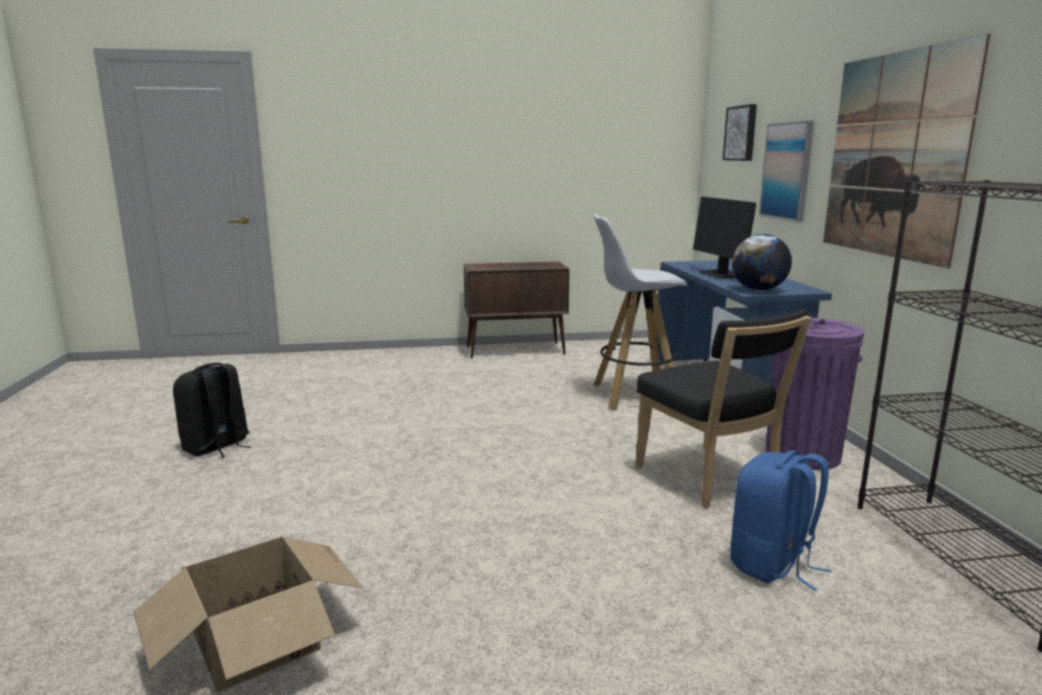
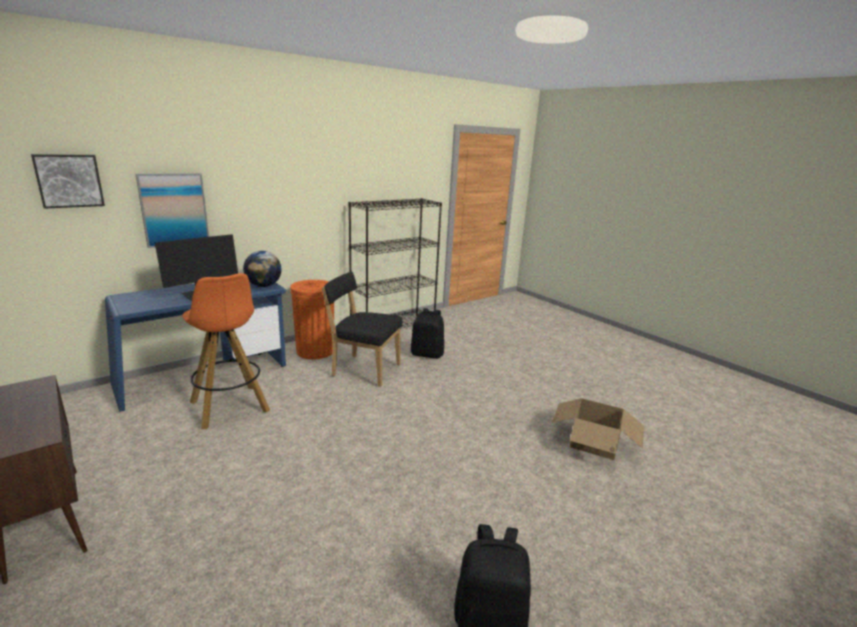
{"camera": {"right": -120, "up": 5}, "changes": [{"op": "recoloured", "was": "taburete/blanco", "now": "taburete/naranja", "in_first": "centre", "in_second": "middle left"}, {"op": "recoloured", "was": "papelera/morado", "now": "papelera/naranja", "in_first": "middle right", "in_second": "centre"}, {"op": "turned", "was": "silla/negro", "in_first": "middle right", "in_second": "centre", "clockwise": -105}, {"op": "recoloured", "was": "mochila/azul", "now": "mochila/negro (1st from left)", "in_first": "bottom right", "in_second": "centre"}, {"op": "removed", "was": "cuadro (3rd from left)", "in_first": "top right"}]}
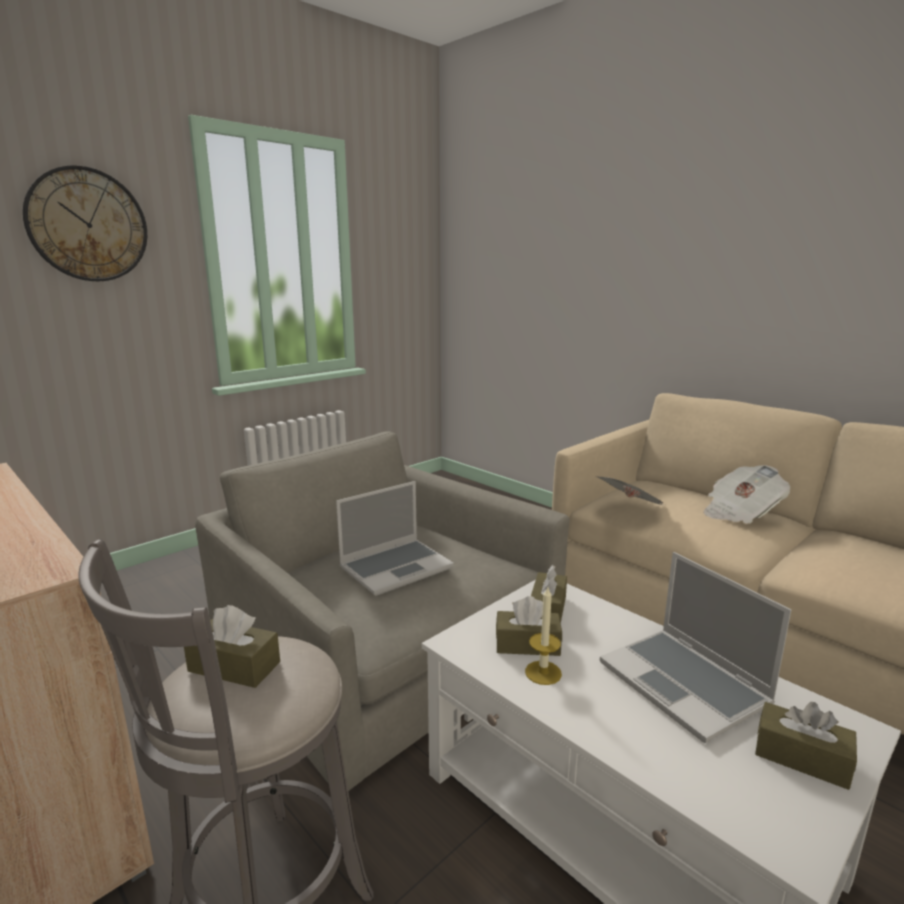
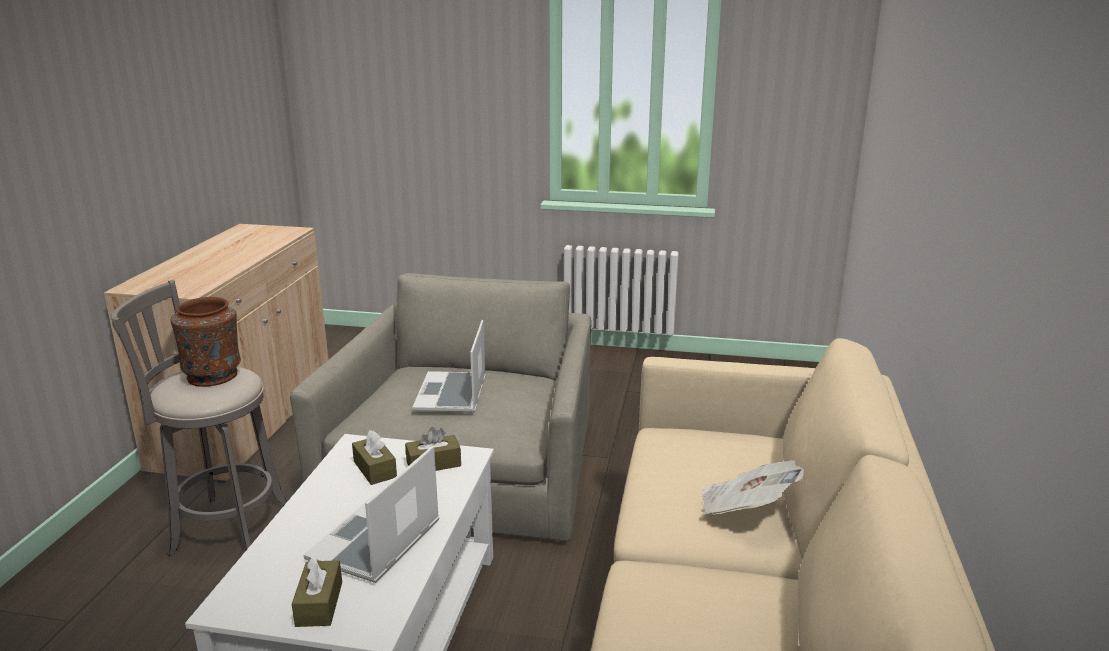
{"camera": {"right": 55, "up": 5}, "changes": [{"op": "replaced", "was": "caja de pañuelos/marrón (1st from left)", "now": "florero/marrón", "in_first": "bottom left", "in_second": "middle left"}, {"op": "turned", "was": "portátil (1st from left in the first image)", "in_first": "centre", "in_second": "centre", "clockwise": 75}, {"op": "removed", "was": "reloj de pared", "in_first": "top left"}, {"op": "removed", "was": "vela", "in_first": "bottom centre"}, {"op": "removed", "was": "periódico (1st from left)", "in_first": "middle right"}]}
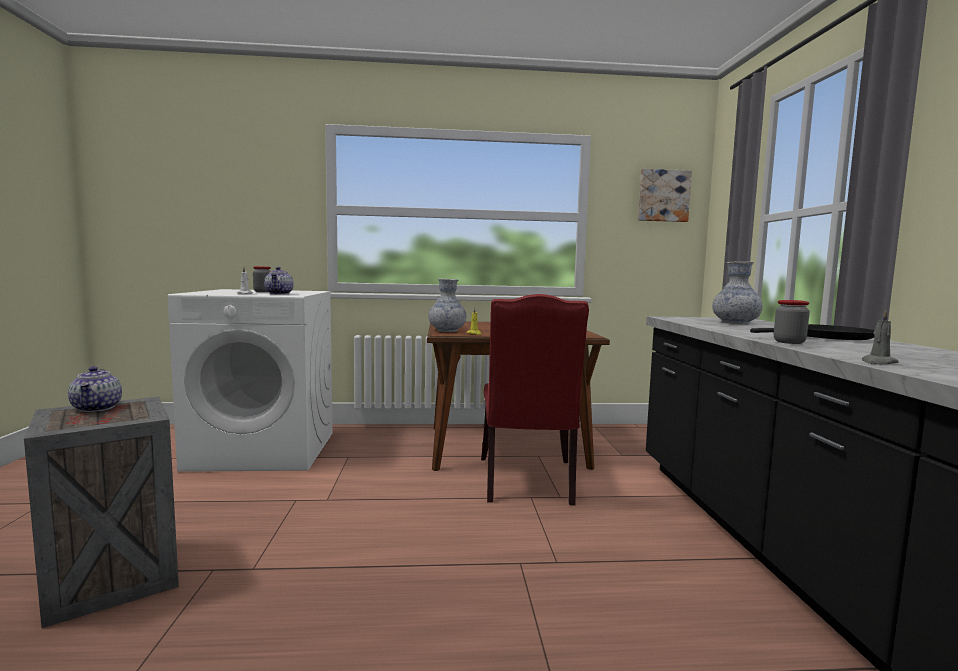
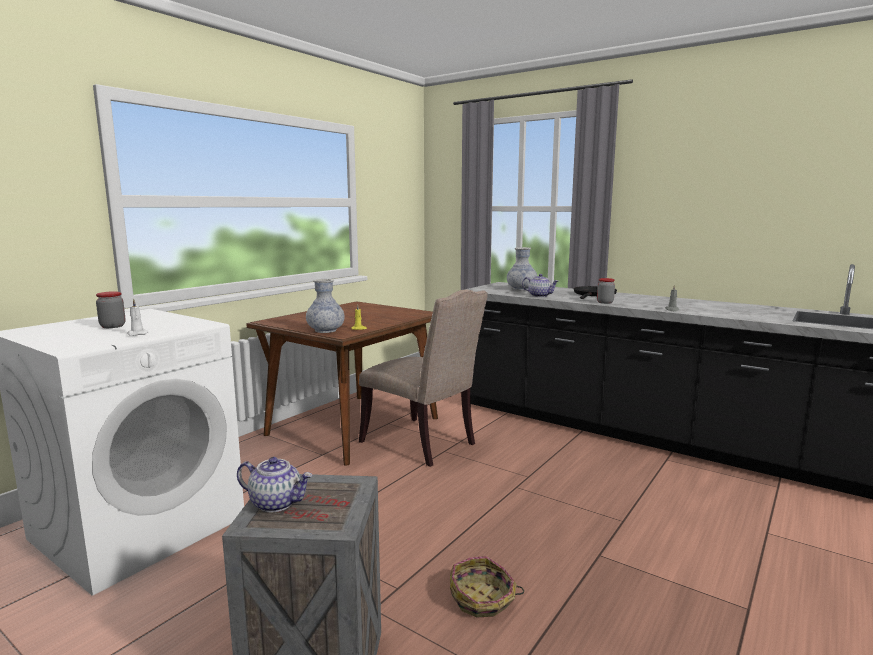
{"camera": {"right": -50, "up": 5}, "changes": [{"op": "recoloured", "was": "silla/rojo", "now": "silla/beis", "in_first": "centre", "in_second": "centre"}, {"op": "added", "now": "cesta", "in_second": "bottom centre"}, {"op": "moved", "was": "tetera (2nd from left)", "in_first": "middle left", "in_second": "centre"}, {"op": "removed", "was": "cuadro", "in_first": "top right"}]}
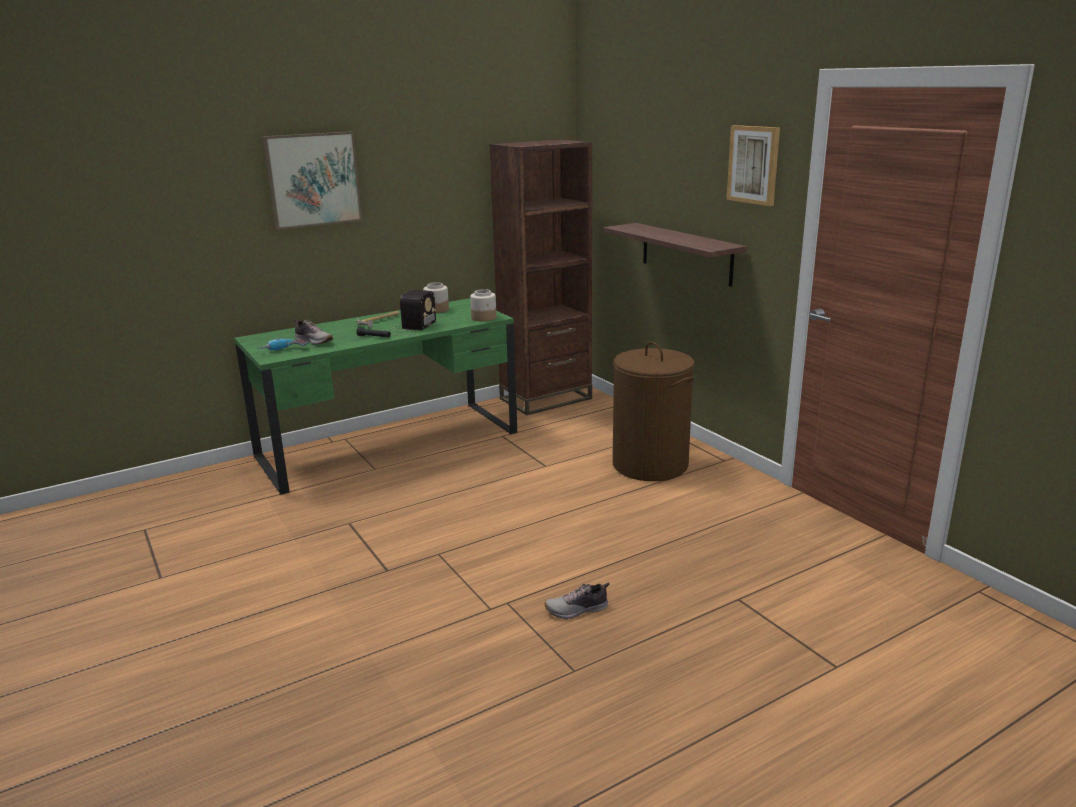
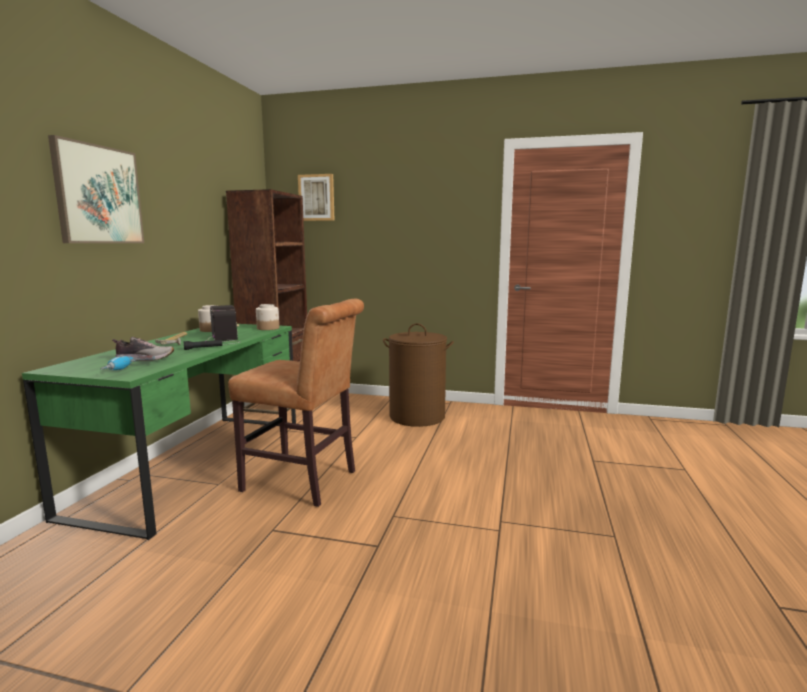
{"camera": {"right": -45, "up": -10}, "changes": [{"op": "added", "now": "silla/marrón", "in_second": "centre"}, {"op": "moved", "was": "cuadro (2nd from left)", "in_first": "top right", "in_second": "top centre"}, {"op": "removed", "was": "zapato (2nd from left)", "in_first": "bottom centre"}, {"op": "removed", "was": "estante", "in_first": "top centre"}]}
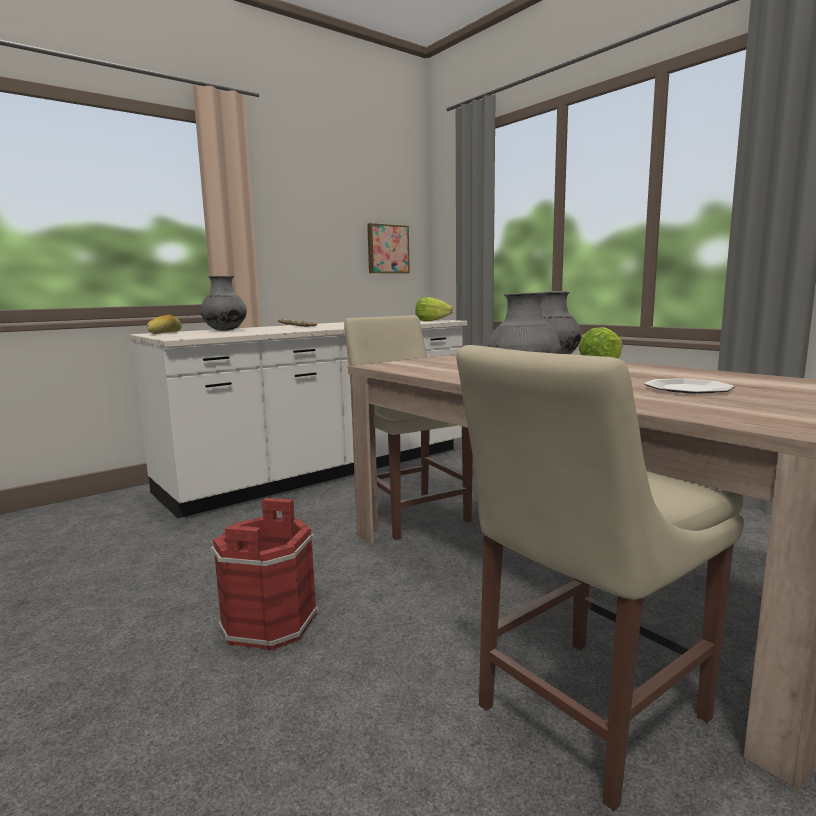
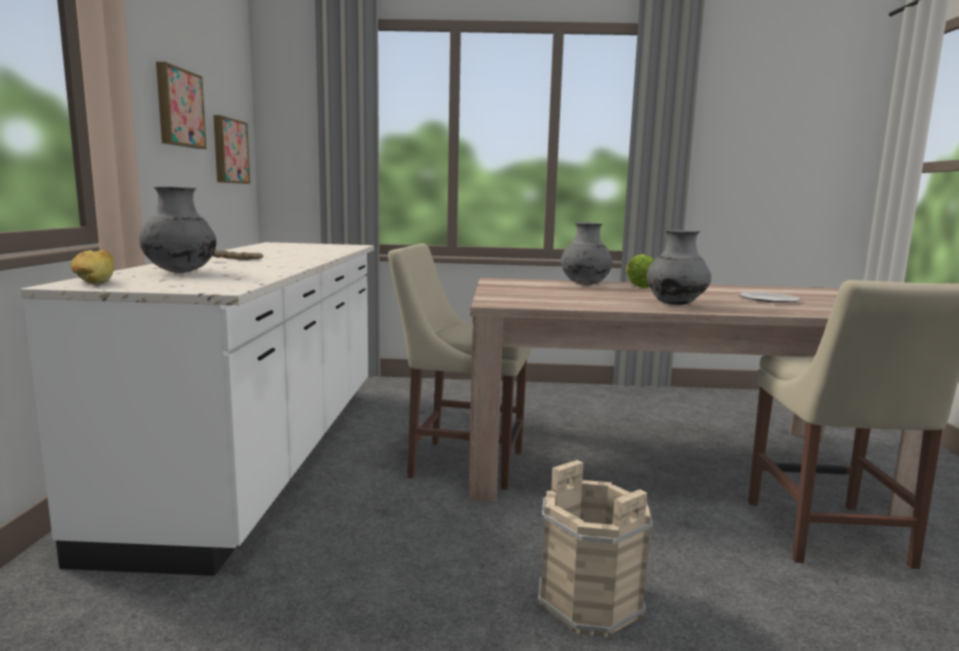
{"camera": {"right": -50, "up": 0}, "changes": [{"op": "added", "now": "cuadro (1st from left)", "in_second": "top left"}, {"op": "recoloured", "was": "cubo/rojo", "now": "cubo/beis", "in_first": "bottom left", "in_second": "bottom centre"}, {"op": "removed", "was": "lechuga (1st from left)", "in_first": "centre"}]}
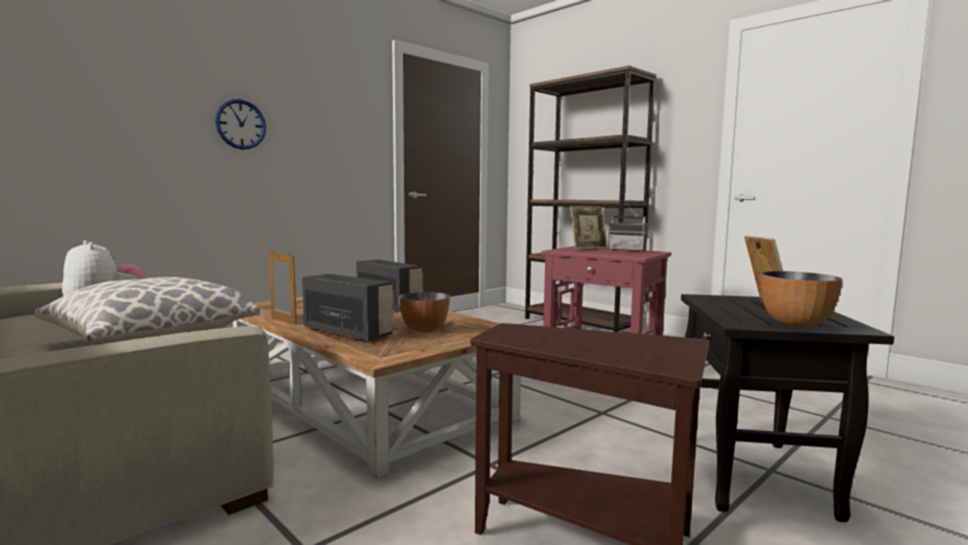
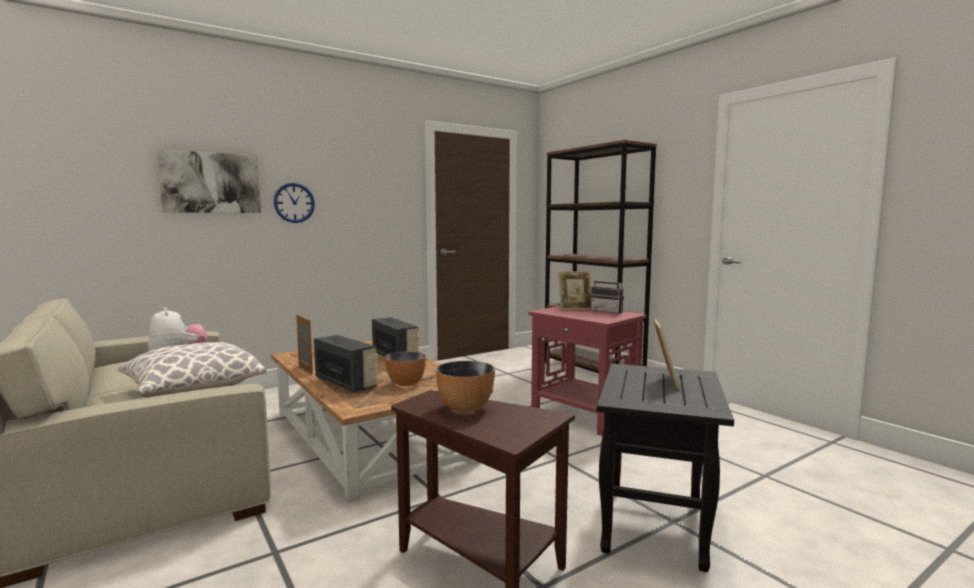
{"camera": {"right": 10, "up": 0}, "changes": [{"op": "added", "now": "cuadro", "in_second": "top left"}, {"op": "moved", "was": "cuenco (2nd from left)", "in_first": "middle right", "in_second": "centre"}]}
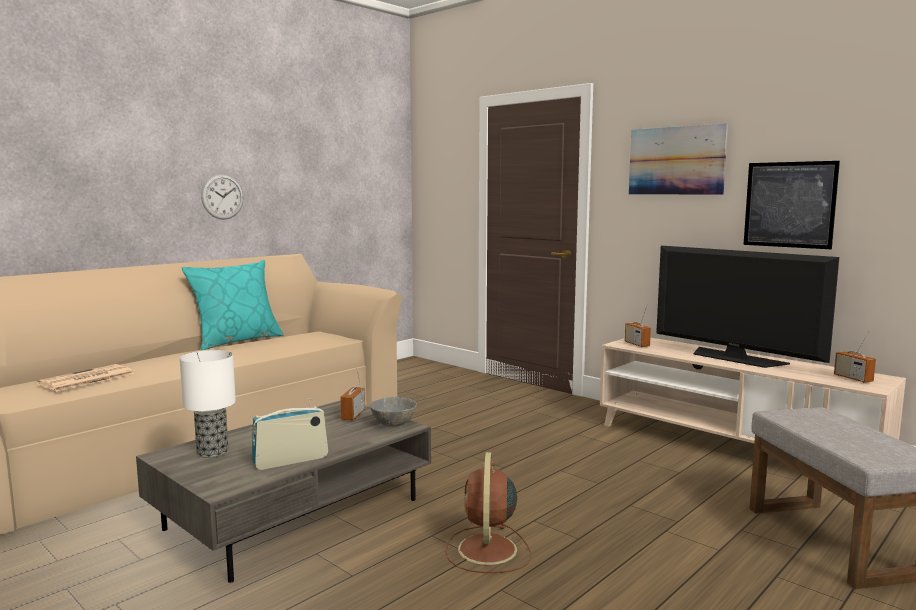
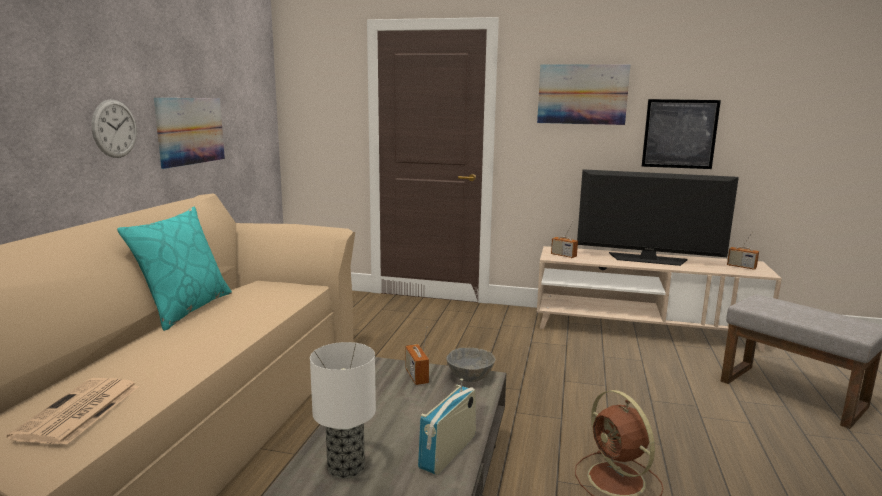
{"camera": {"right": -30, "up": 5}, "changes": [{"op": "added", "now": "cuadro (1st from left)", "in_second": "top left"}]}
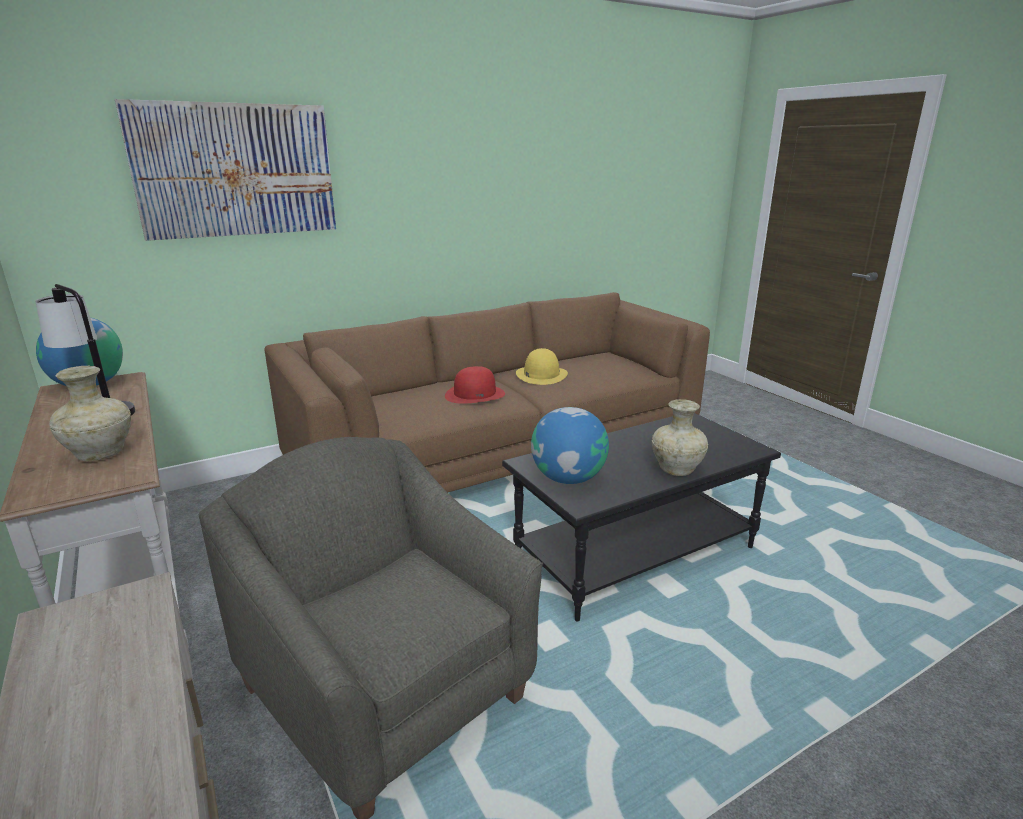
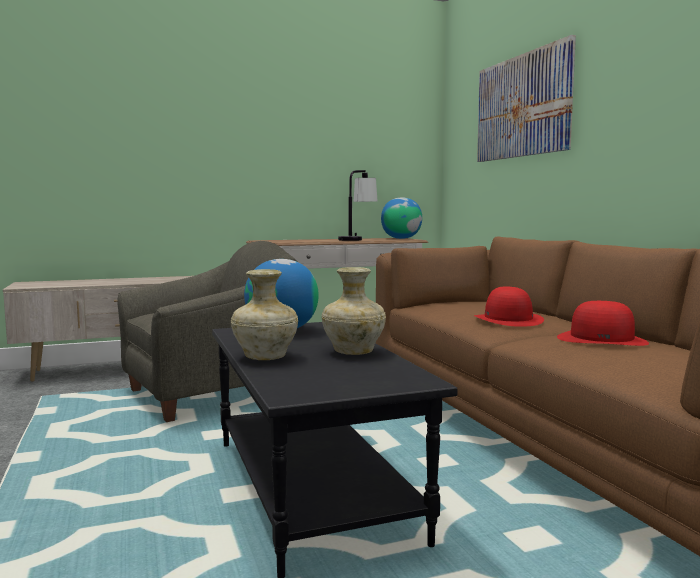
{"camera": {"right": 100, "up": -15}, "changes": [{"op": "moved", "was": "florero/beis (1st from left in the first image)", "now": "florero/beis (2nd from left)", "in_first": "middle left", "in_second": "centre"}, {"op": "recoloured", "was": "sombrero/amarillo", "now": "sombrero/rojo (2nd from left)", "in_first": "centre", "in_second": "middle right"}]}
